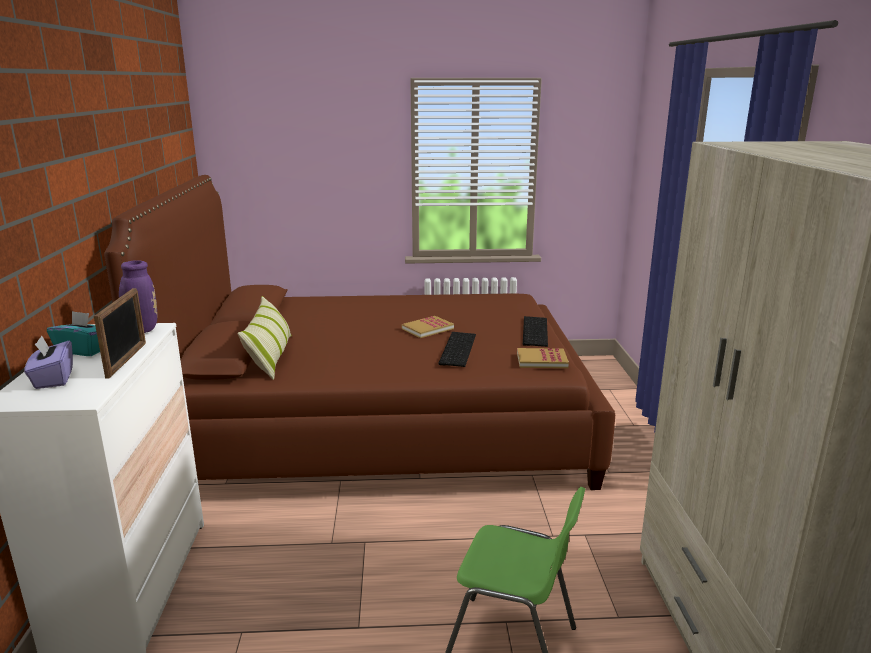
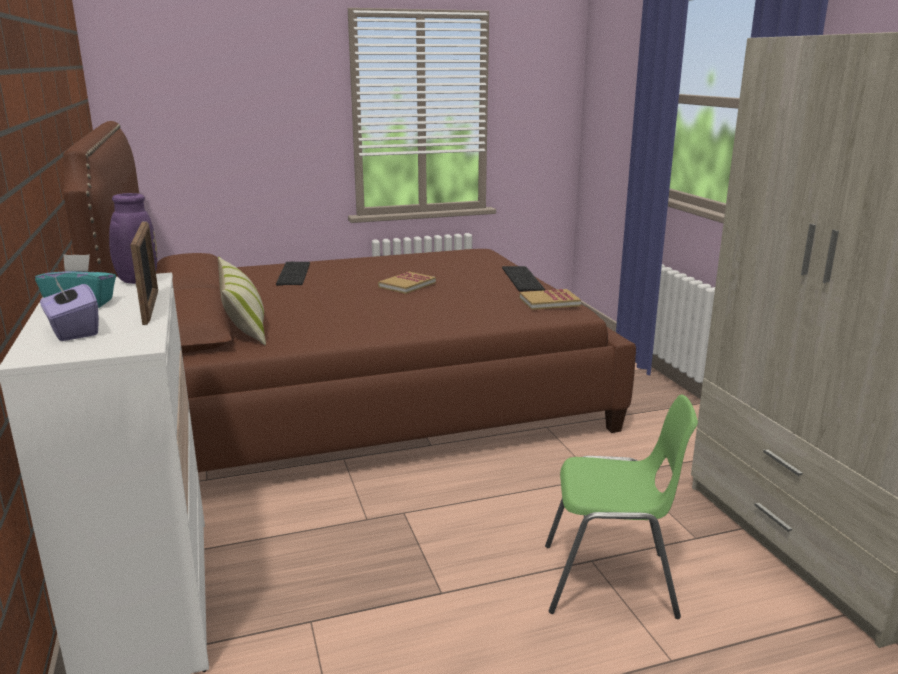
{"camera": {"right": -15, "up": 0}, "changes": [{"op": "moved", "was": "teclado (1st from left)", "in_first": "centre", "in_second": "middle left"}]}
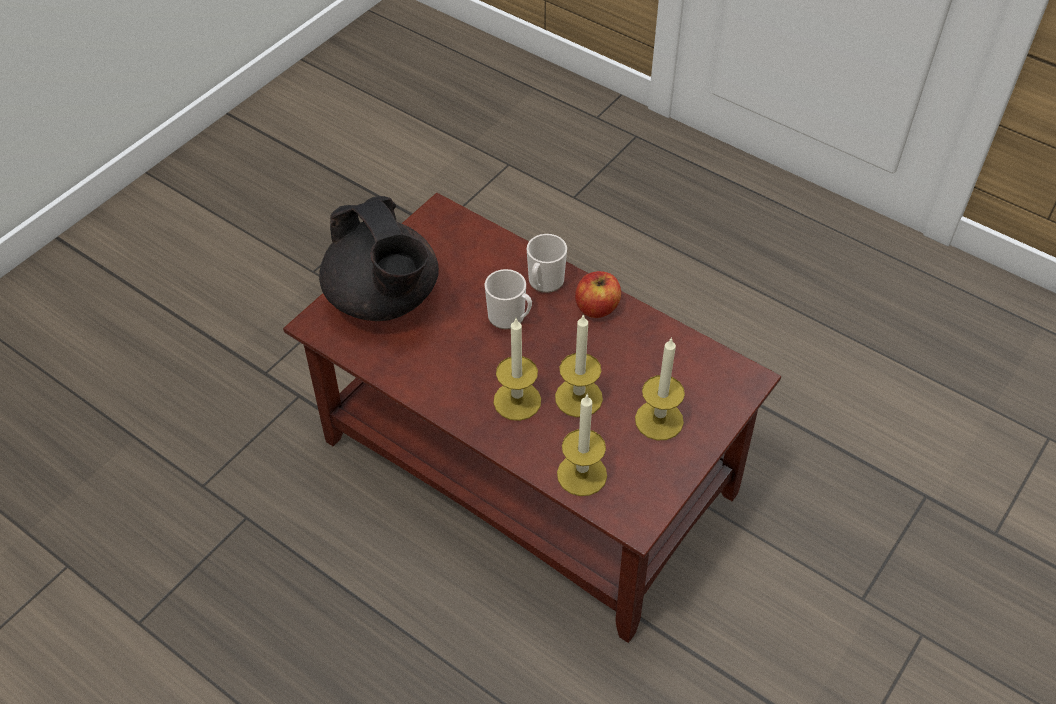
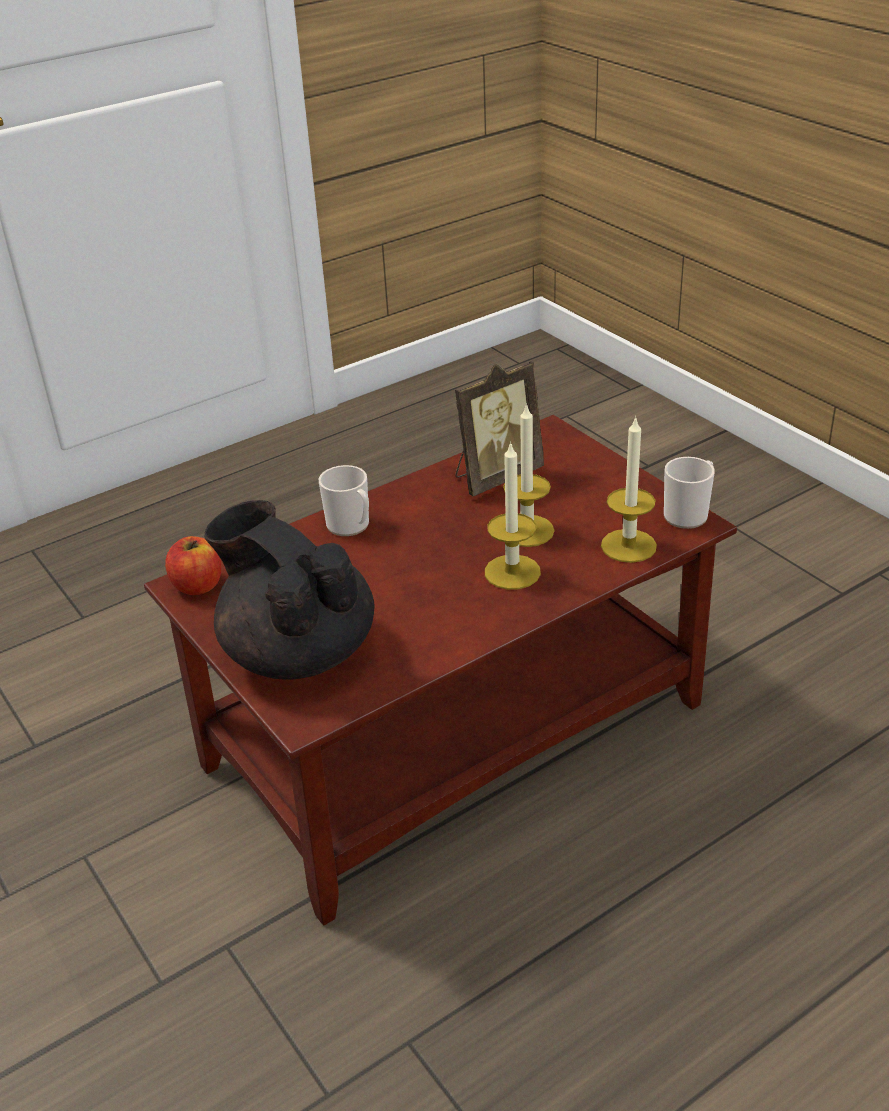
{"camera": {"right": -70, "up": -15}, "changes": [{"op": "moved", "was": "manzana", "in_first": "centre", "in_second": "middle left"}, {"op": "turned", "was": "tetera/negro", "in_first": "centre", "in_second": "middle left", "clockwise": -120}, {"op": "added", "now": "portarretratos", "in_second": "centre"}, {"op": "moved", "was": "taza grande (1st from left in the first image)", "now": "taza grande (2nd from left)", "in_first": "centre", "in_second": "middle right"}, {"op": "removed", "was": "vela (4th from left)", "in_first": "centre"}]}
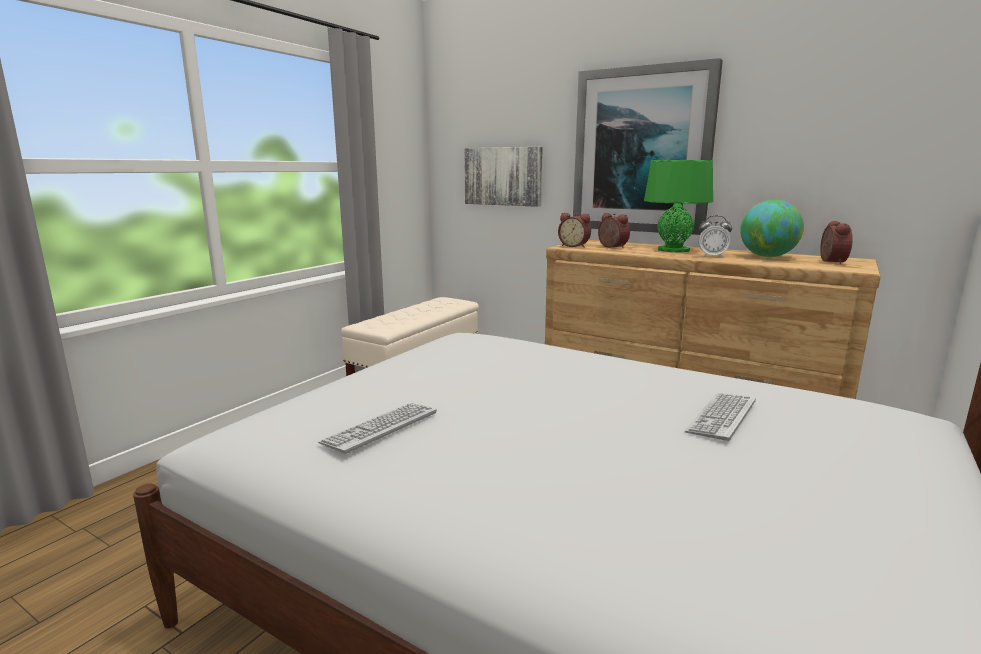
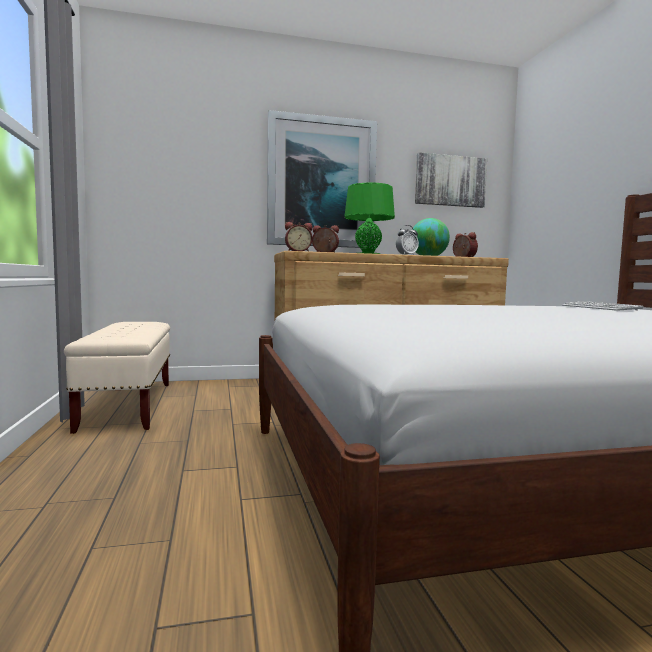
{"camera": {"right": -45, "up": -10}, "changes": [{"op": "moved", "was": "cuadro (1st from left in the first image)", "now": "cuadro (2nd from left)", "in_first": "top centre", "in_second": "top right"}, {"op": "removed", "was": "teclado (1st from left)", "in_first": "centre"}]}
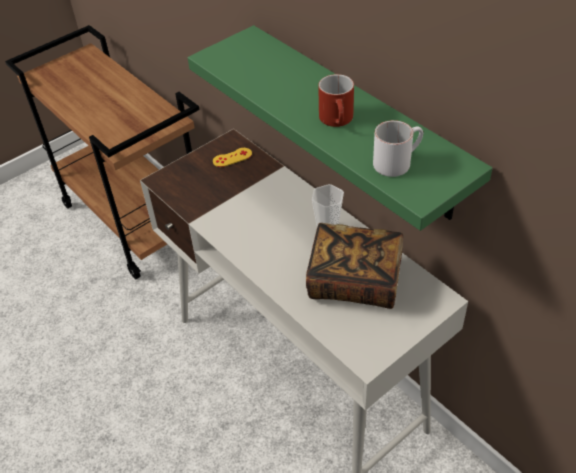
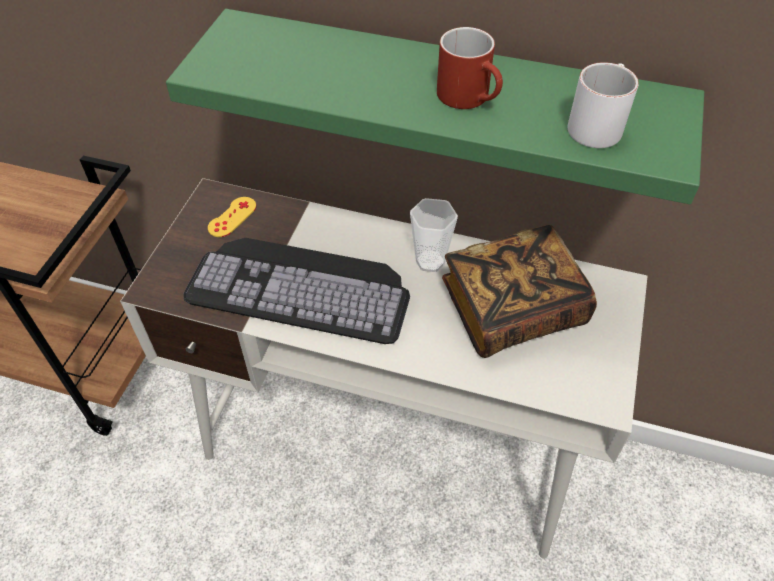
{"camera": {"right": -35, "up": 5}, "changes": [{"op": "added", "now": "teclado", "in_second": "centre"}]}
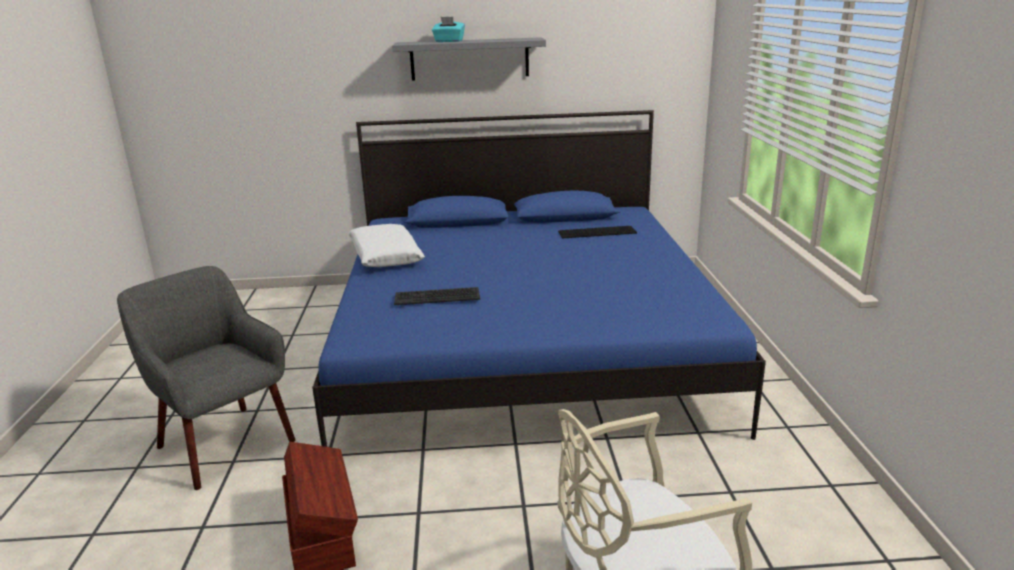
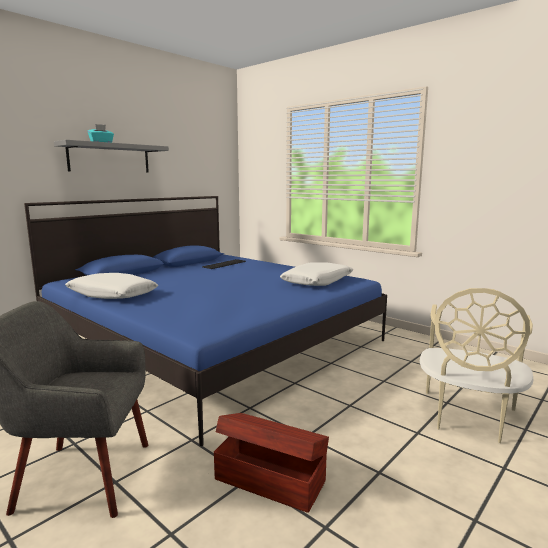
{"camera": {"right": -45, "up": -10}, "changes": [{"op": "added", "now": "cojín/blanco (2nd from left)", "in_second": "centre"}, {"op": "removed", "was": "teclado (1st from left)", "in_first": "centre"}]}
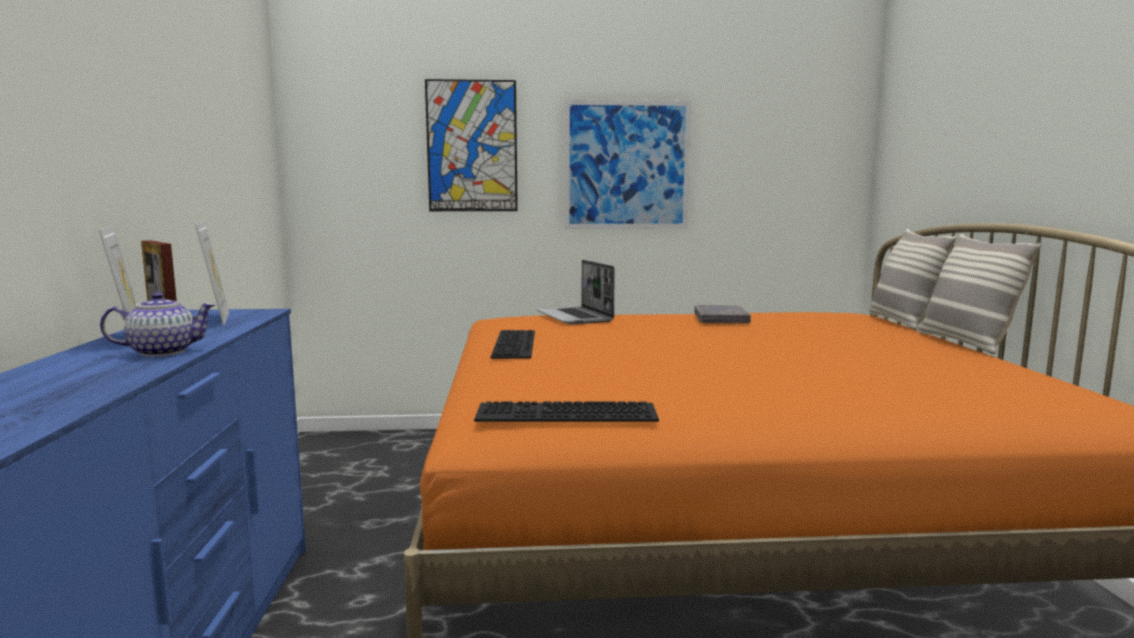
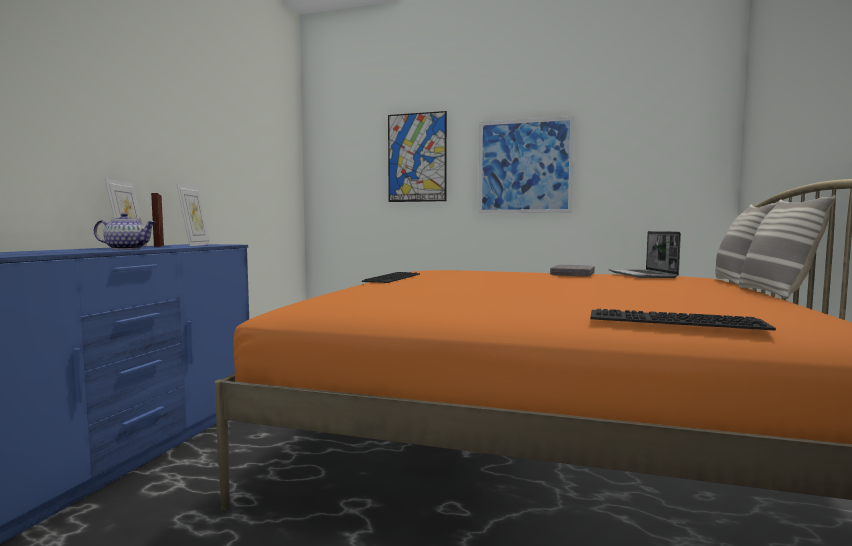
{"camera": {"right": 20, "up": -5}, "changes": [{"op": "moved", "was": "teclado (2nd from left)", "in_first": "centre", "in_second": "middle right"}, {"op": "moved", "was": "portátil", "in_first": "centre", "in_second": "middle right"}]}
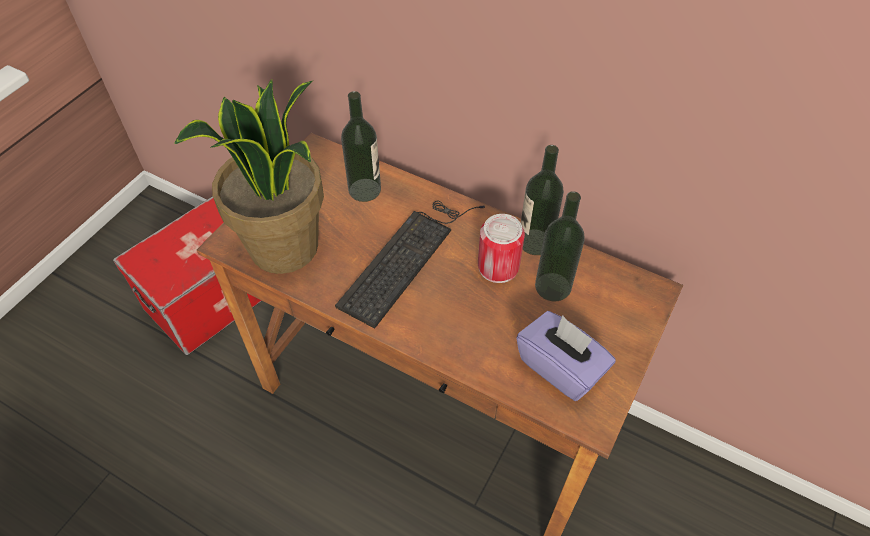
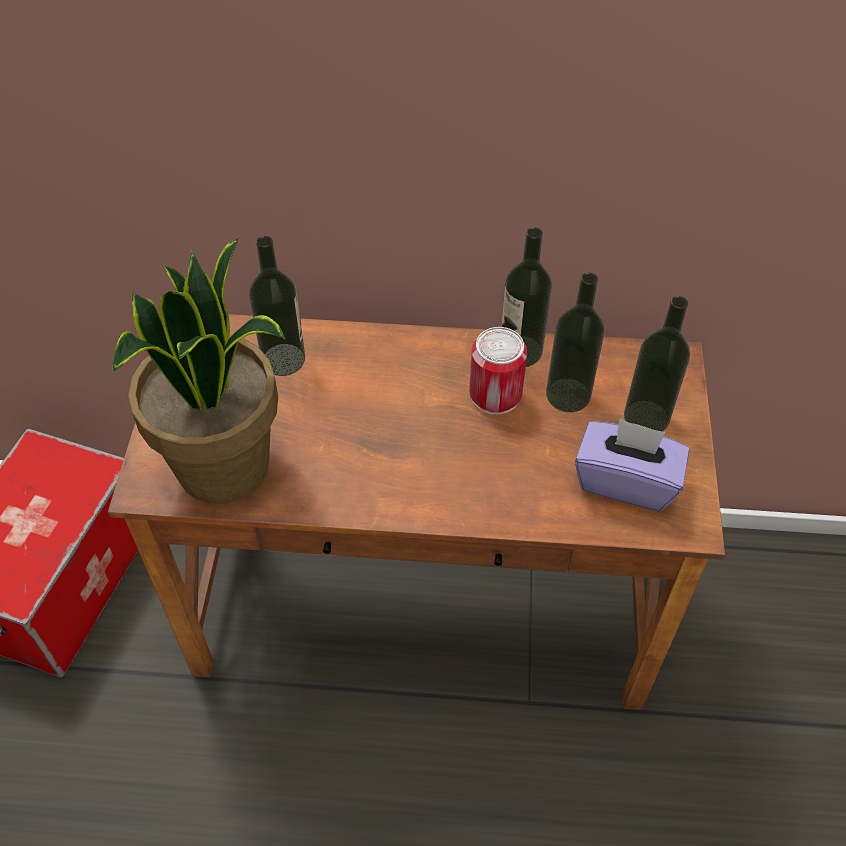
{"camera": {"right": -25, "up": 0}, "changes": [{"op": "added", "now": "botella (4th from left)", "in_second": "middle right"}, {"op": "removed", "was": "teclado", "in_first": "centre"}]}
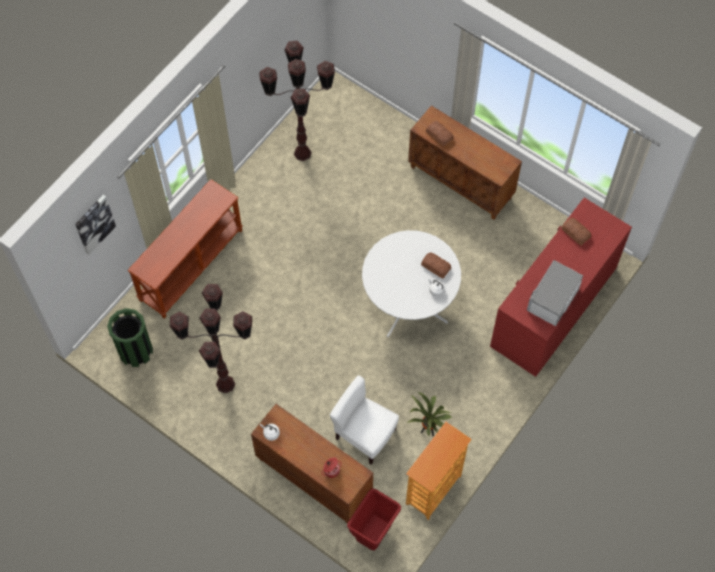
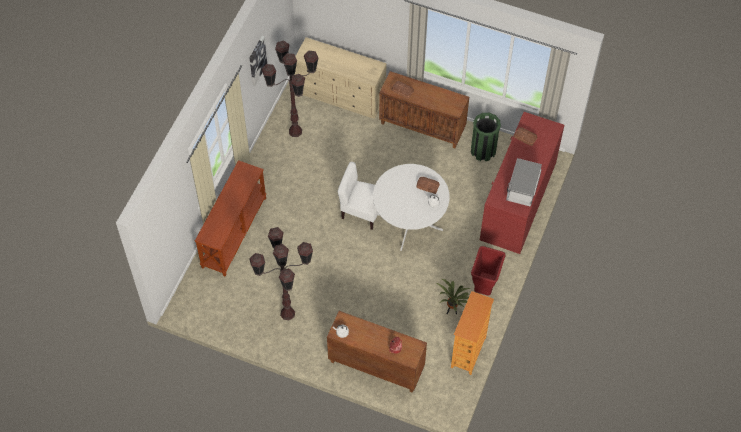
{"camera": {"right": -15, "up": -5}, "changes": [{"op": "moved", "was": "cuadro", "in_first": "middle left", "in_second": "top centre"}, {"op": "added", "now": "cómoda/beis", "in_second": "top centre"}, {"op": "moved", "was": "silla/blanco", "in_first": "bottom centre", "in_second": "centre"}, {"op": "moved", "was": "papelera/verde", "in_first": "middle left", "in_second": "top centre"}, {"op": "moved", "was": "papelera/rojo", "in_first": "bottom centre", "in_second": "centre"}]}
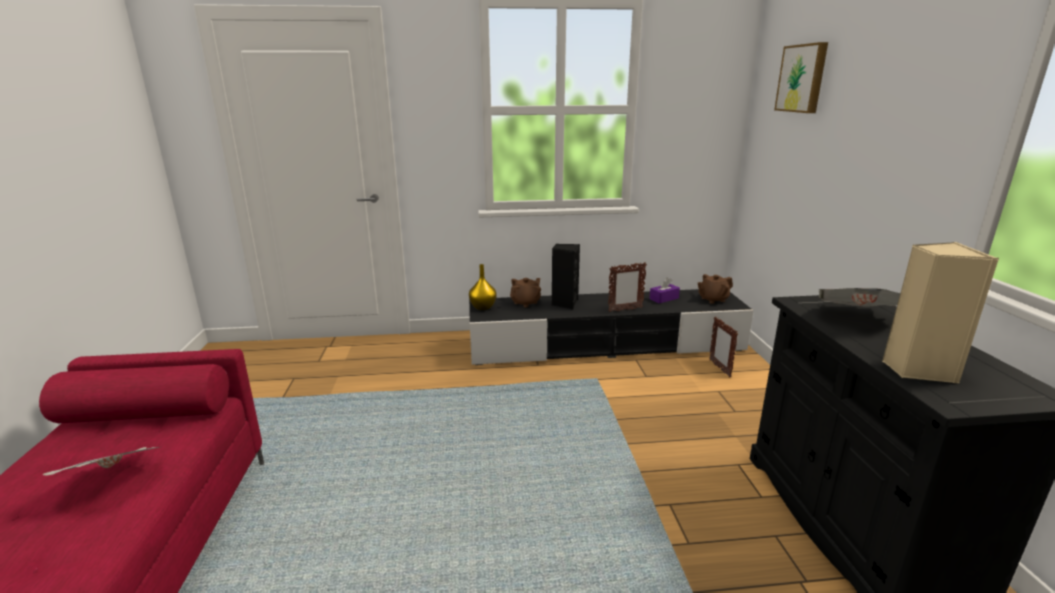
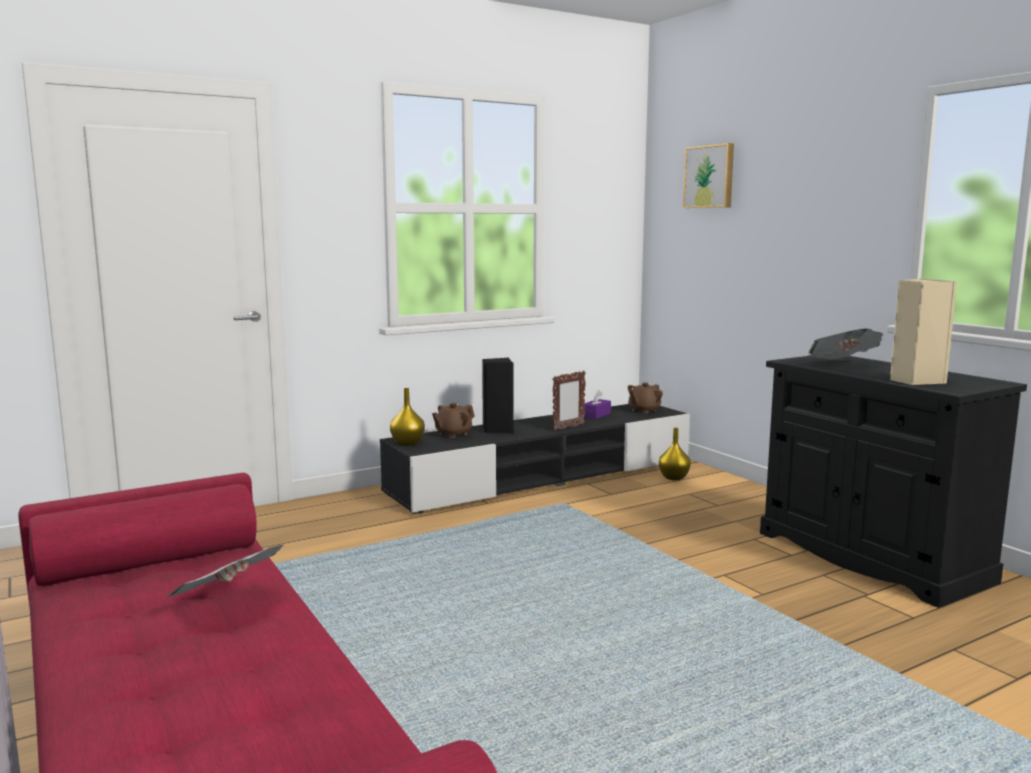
{"camera": {"right": -25, "up": -10}, "changes": [{"op": "turned", "was": "tetera/marrón (1st from left)", "in_first": "centre", "in_second": "centre", "clockwise": -150}, {"op": "replaced", "was": "portarretratos (2nd from left)", "now": "florero/amarillo (2nd from left)", "in_first": "middle right", "in_second": "centre"}]}
